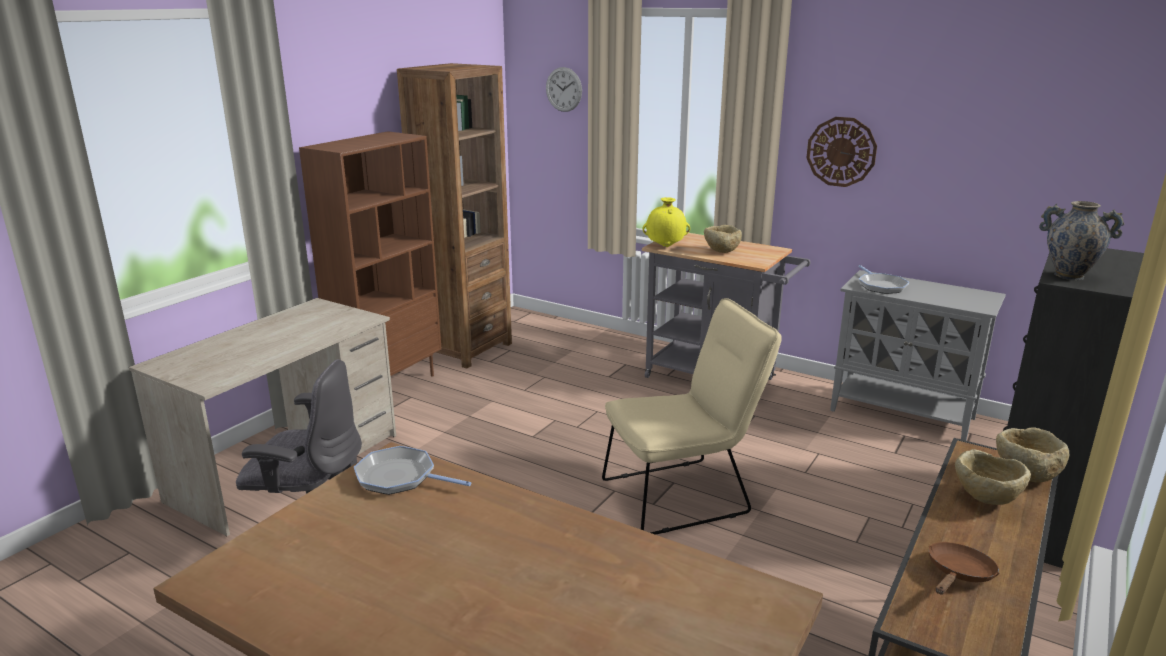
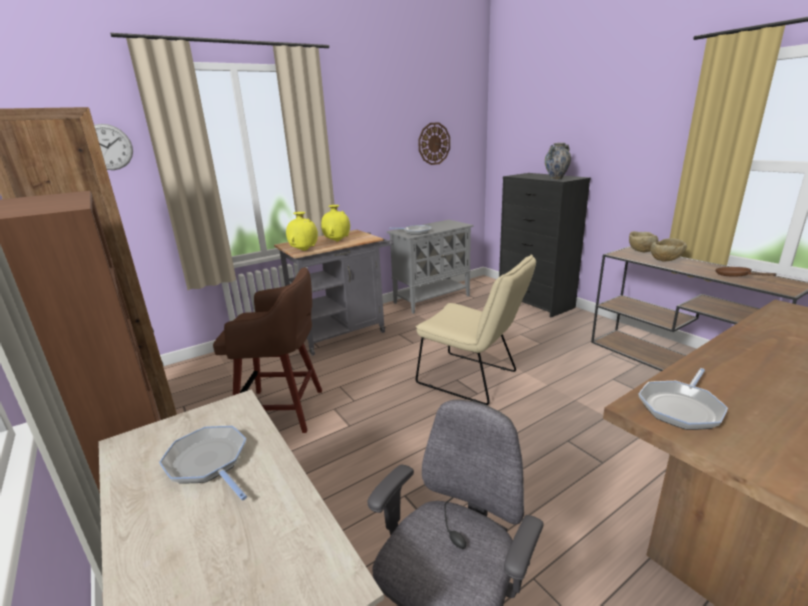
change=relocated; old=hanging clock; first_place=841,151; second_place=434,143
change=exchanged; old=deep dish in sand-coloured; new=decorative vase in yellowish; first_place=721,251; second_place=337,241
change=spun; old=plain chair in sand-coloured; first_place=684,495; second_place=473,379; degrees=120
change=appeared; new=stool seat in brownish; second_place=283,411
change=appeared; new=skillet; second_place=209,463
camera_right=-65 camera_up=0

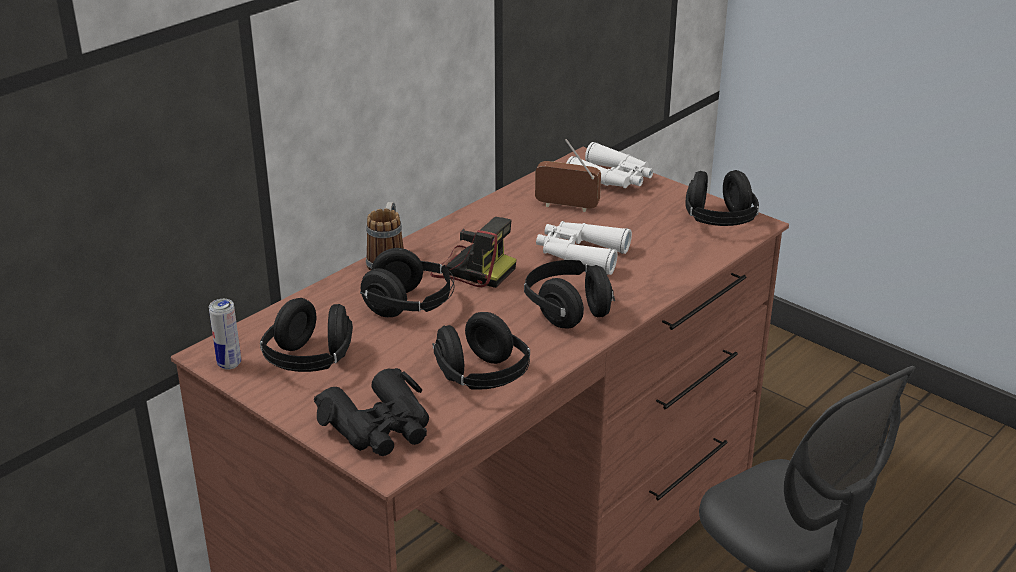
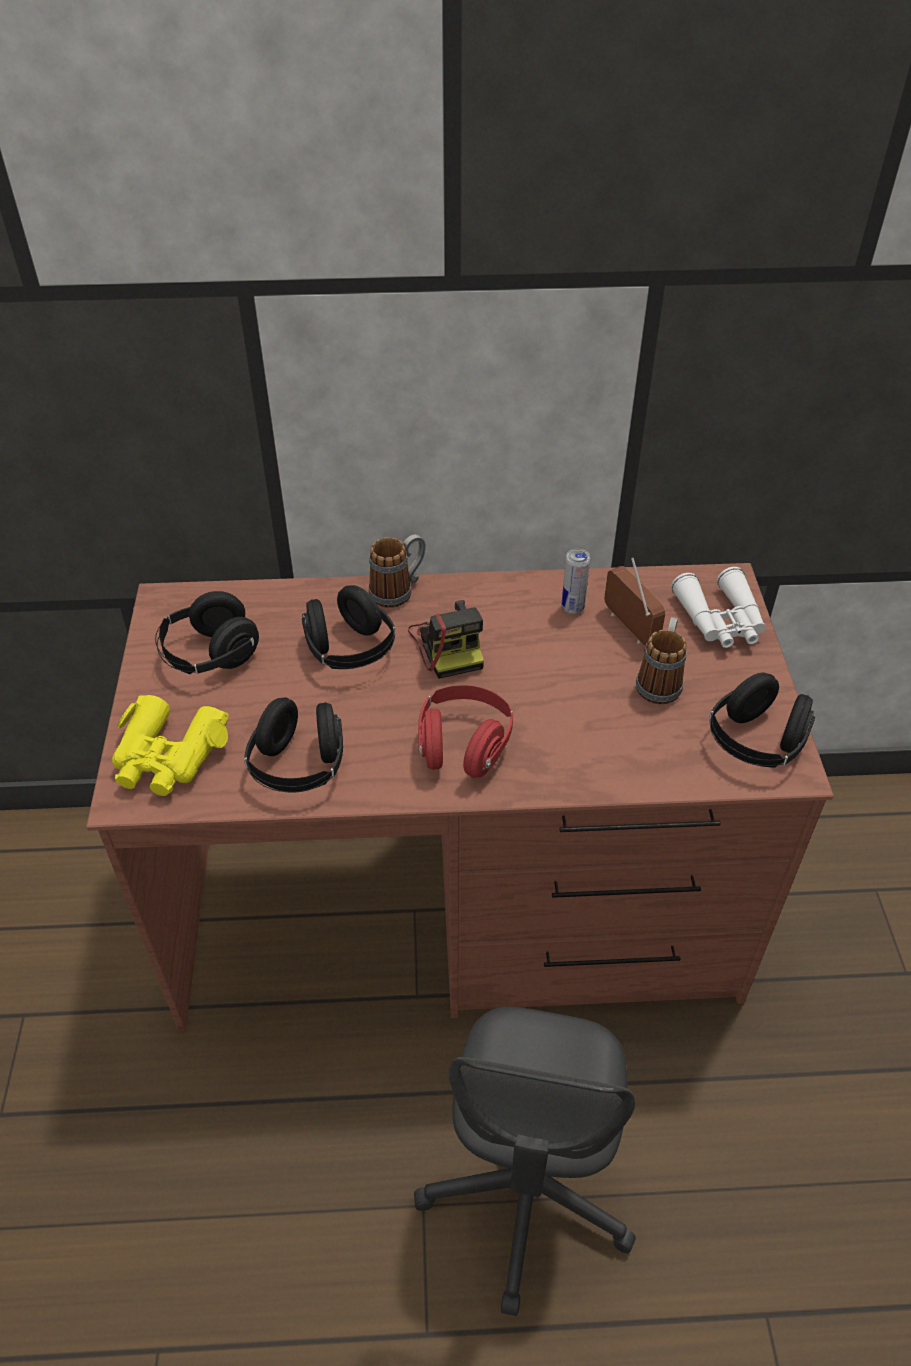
change=missing; old=binoculars in white; first_place=580,254
change=colour; old=headphones in black-coloured; new=headphones in red-coloured; first_place=567,310; second_place=464,746
change=relocated; old=can; first_place=229,364; second_place=572,608
change=colour; old=binoculars in black-coloured; new=binoculars in yellowish; first_place=379,427; second_place=167,756
change=appeared; new=mug; second_place=660,681
camera_right=45 camera_up=15

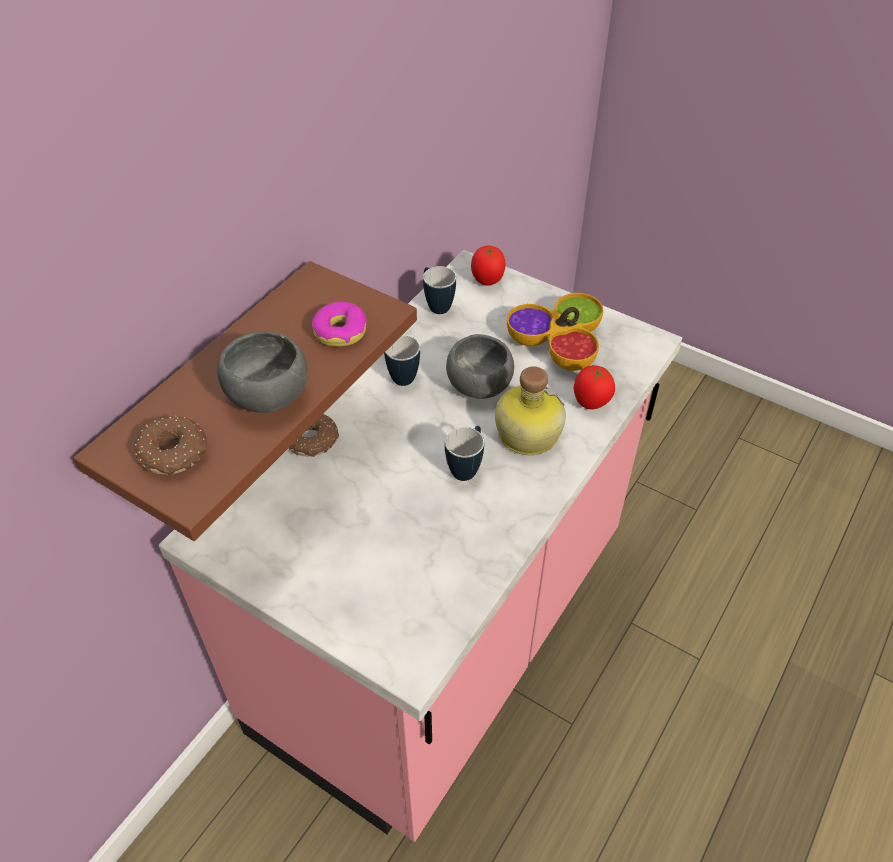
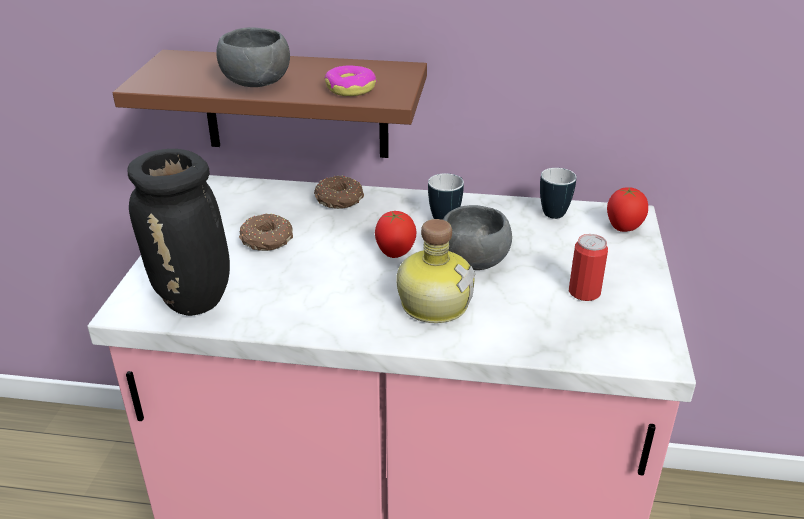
change=exchanged; old=deep dish; new=can; first_place=559,342; second_place=584,292
change=relocated; old=fresh tomato; first_place=590,403; second_place=395,254
change=relocated; old=donut; first_place=175,453; second_place=266,240
change=missing; old=mug; first_place=467,467
change=appeared; new=decorative vase in black-coloured; second_place=194,301
camera_right=65 camera_up=-15

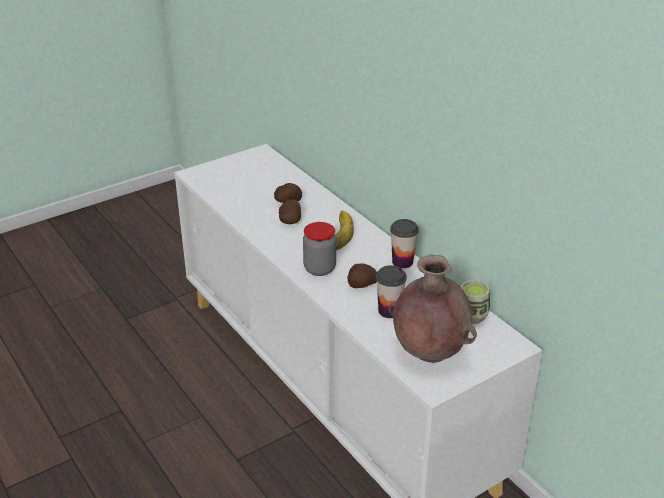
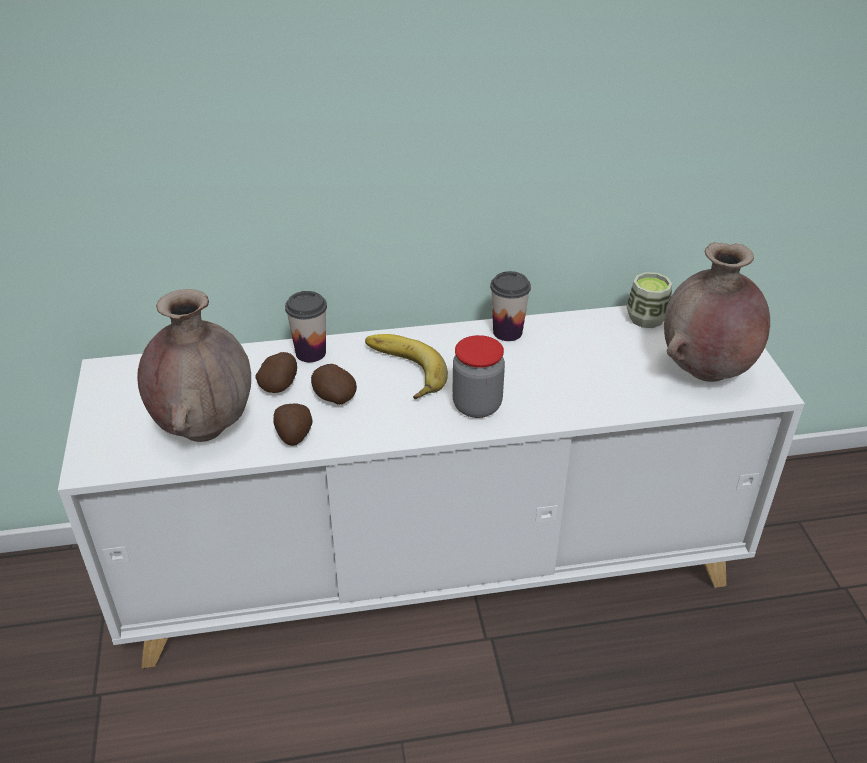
change=relocated; old=spud; first_place=361,285; second_place=293,436
change=relocated; old=cup; first_place=389,311; second_place=310,353
change=appeared; new=decorative vase in brownish; second_place=205,427
camera_right=-65 camera_up=5

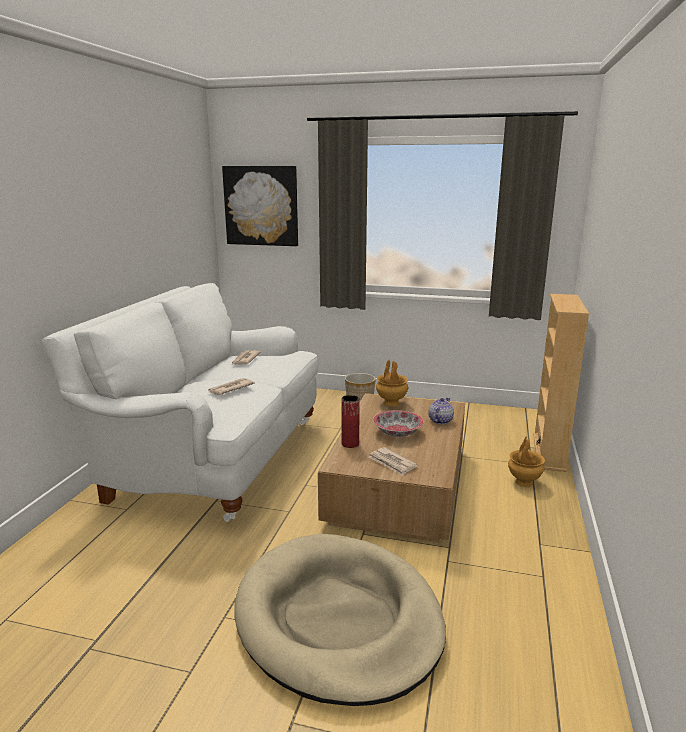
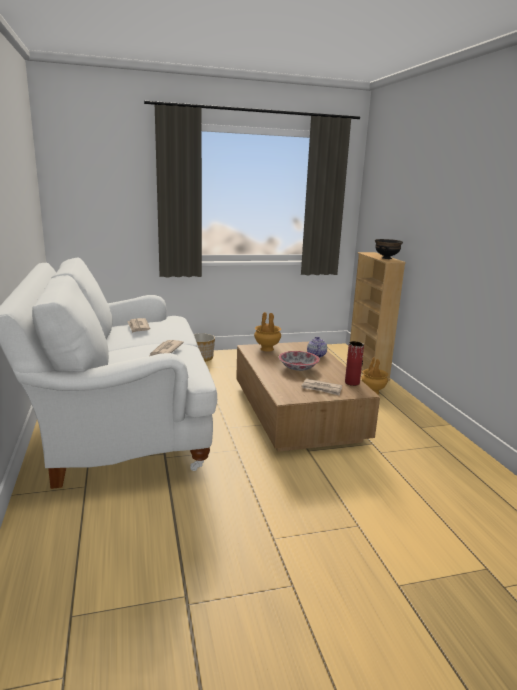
change=missing; old=wall picture; first_place=261,206
change=relocated; old=decorative vase in red-coloured; first_place=350,444; second_place=352,382
change=missing; old=dog bed in sand-coloured; first_place=338,619
change=appeared; new=deep dish in black-coloured; second_place=386,258
camera_right=-30 camera_up=0

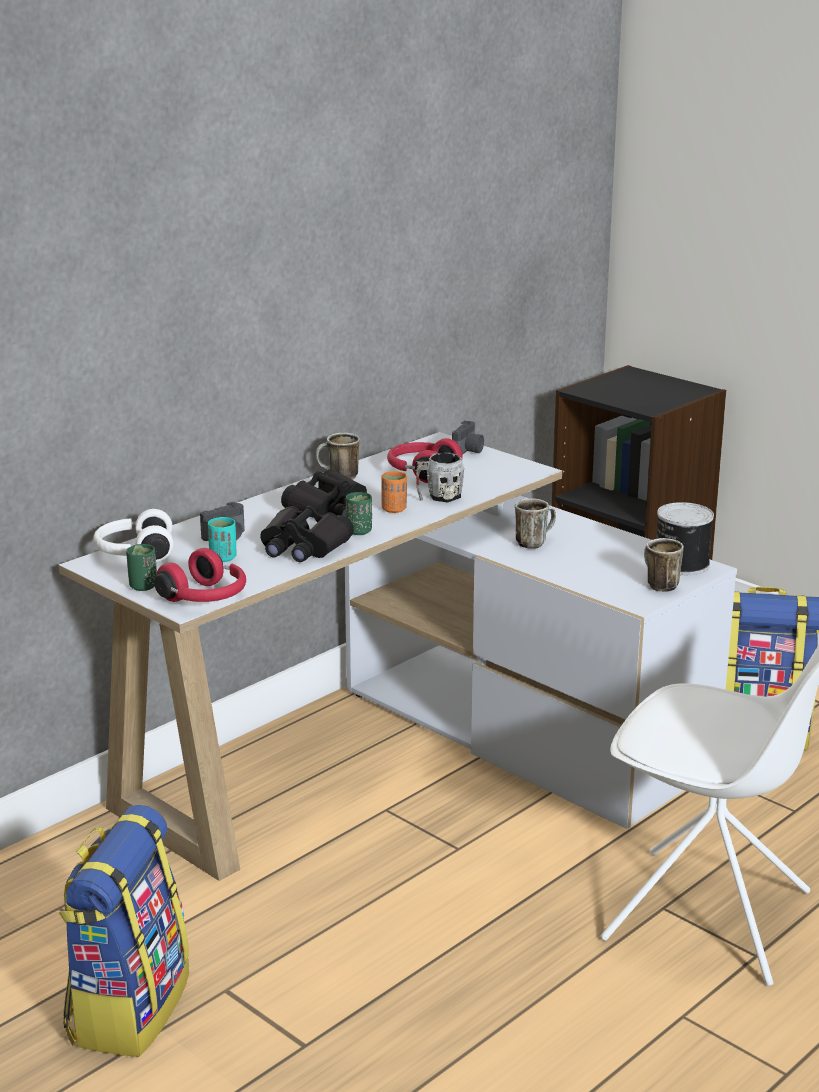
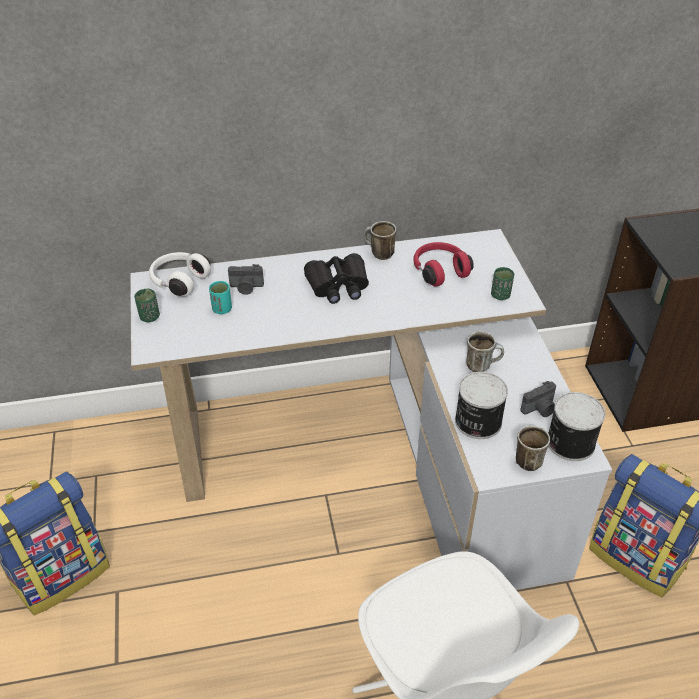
change=relocated; old=still camera; first_place=468,451; second_place=540,409
change=missing; old=mug in gray; first_place=439,497
change=missing; old=cup in orange; first_place=394,509
change=relocated; old=cup in greenish; first_place=359,531; second_place=500,295
change=missing; old=binoculars in black-coloured; first_place=303,547
change=missing; old=headphones in red-coloured; first_place=205,598
change=appeared; new=can; second_place=477,422
camera_right=35 camera_up=20

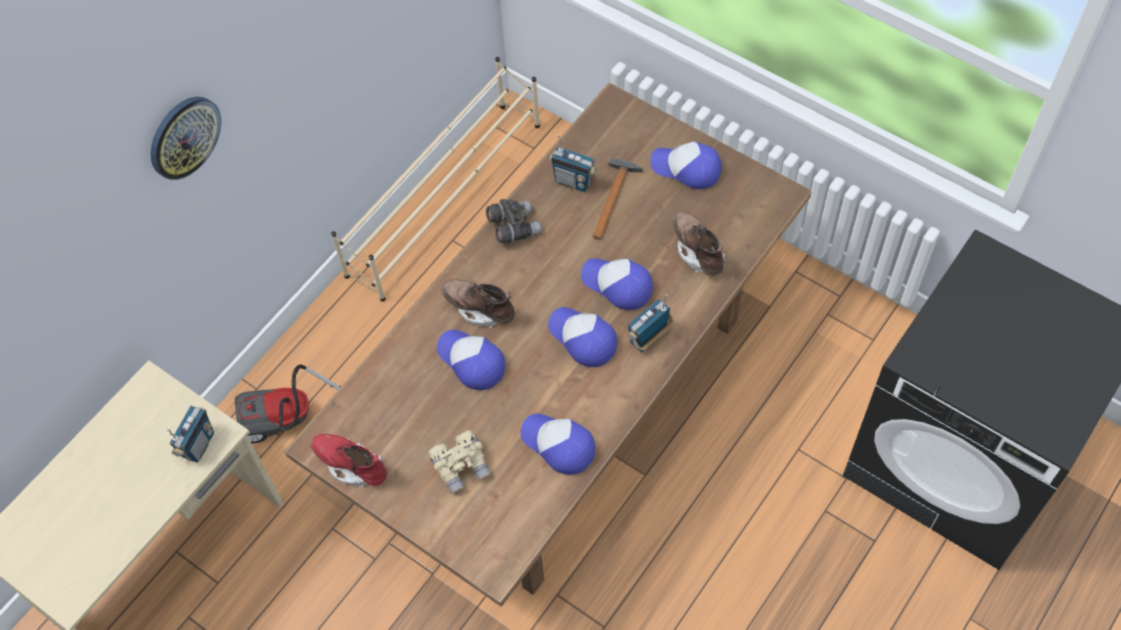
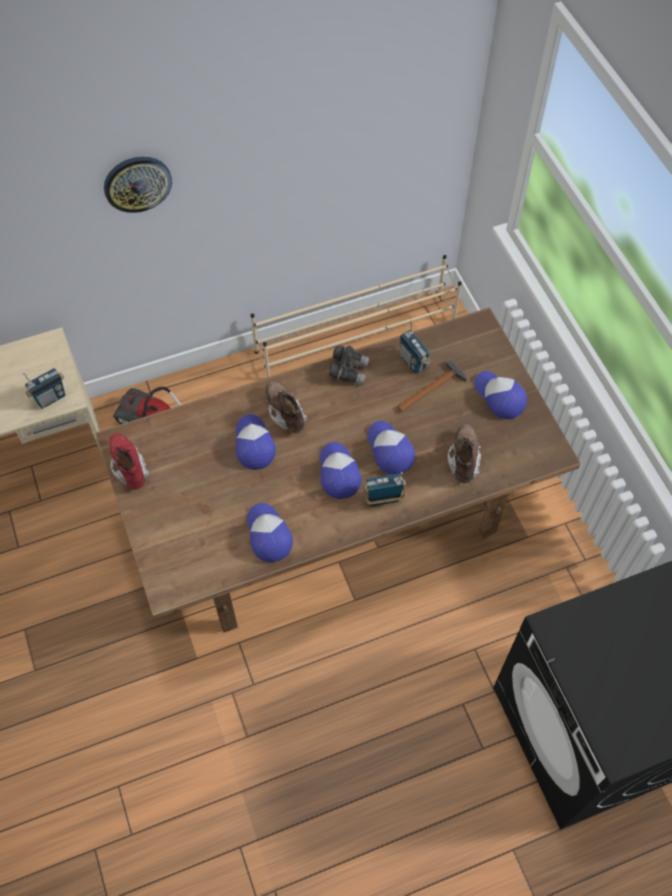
change=missing; old=binoculars in sand-coloured; first_place=462,466
camera_right=30 camera_up=0

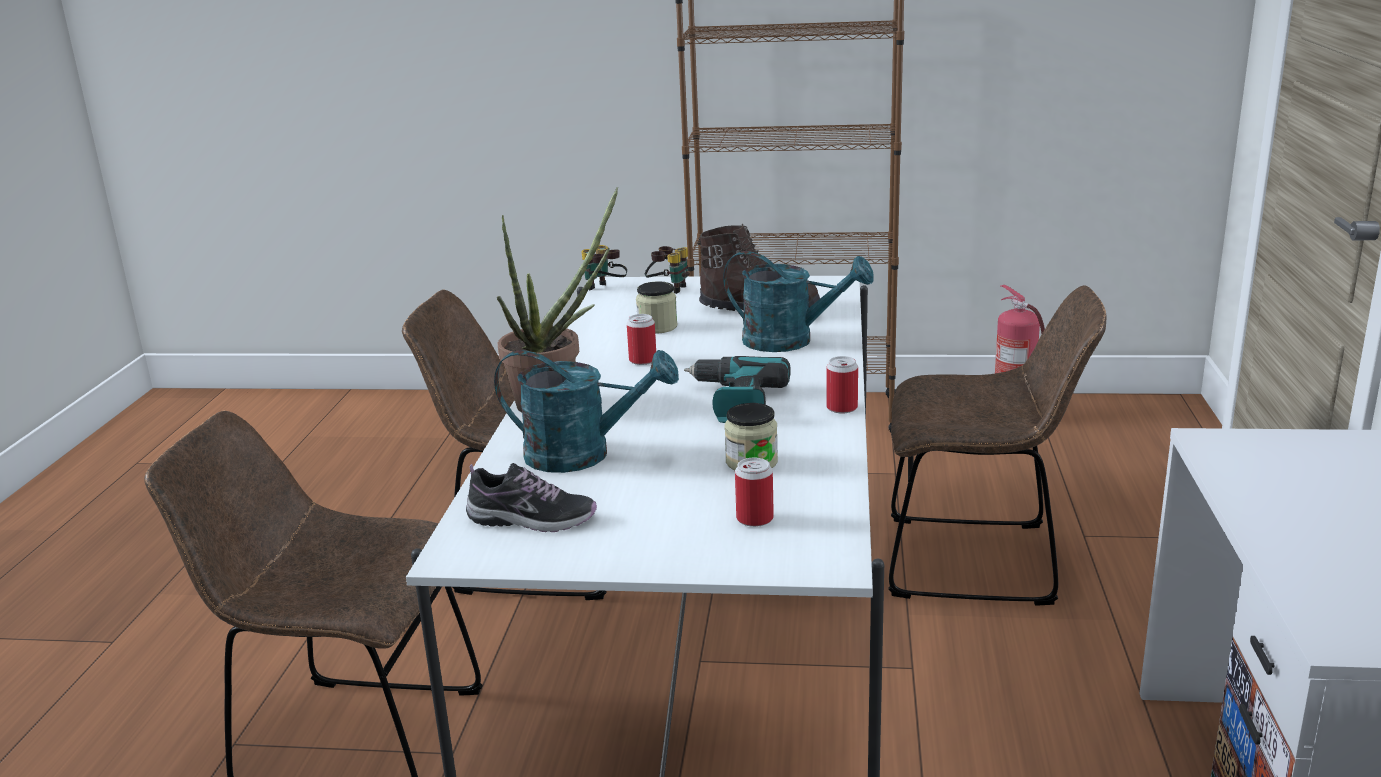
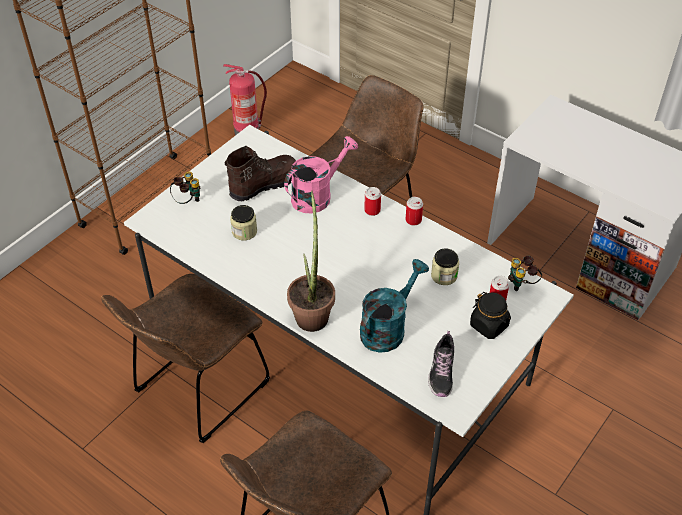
change=relocated; old=binoculars; first_place=604,290; second_place=522,284
change=colour; old=sprinkling can in turquoise-coloured; new=sprinkling can in pink; first_place=790,341; second_place=317,195
change=relocated; old=can; first_place=642,360; second_place=372,210
change=missing; old=power drill; first_place=735,402
change=spun; old=item of footwear; first_place=531,519; second_place=442,372; degrees=150
change=appeared; new=preserve jar in black-coloured; second_place=489,325
camera_right=-60 camera_up=25

